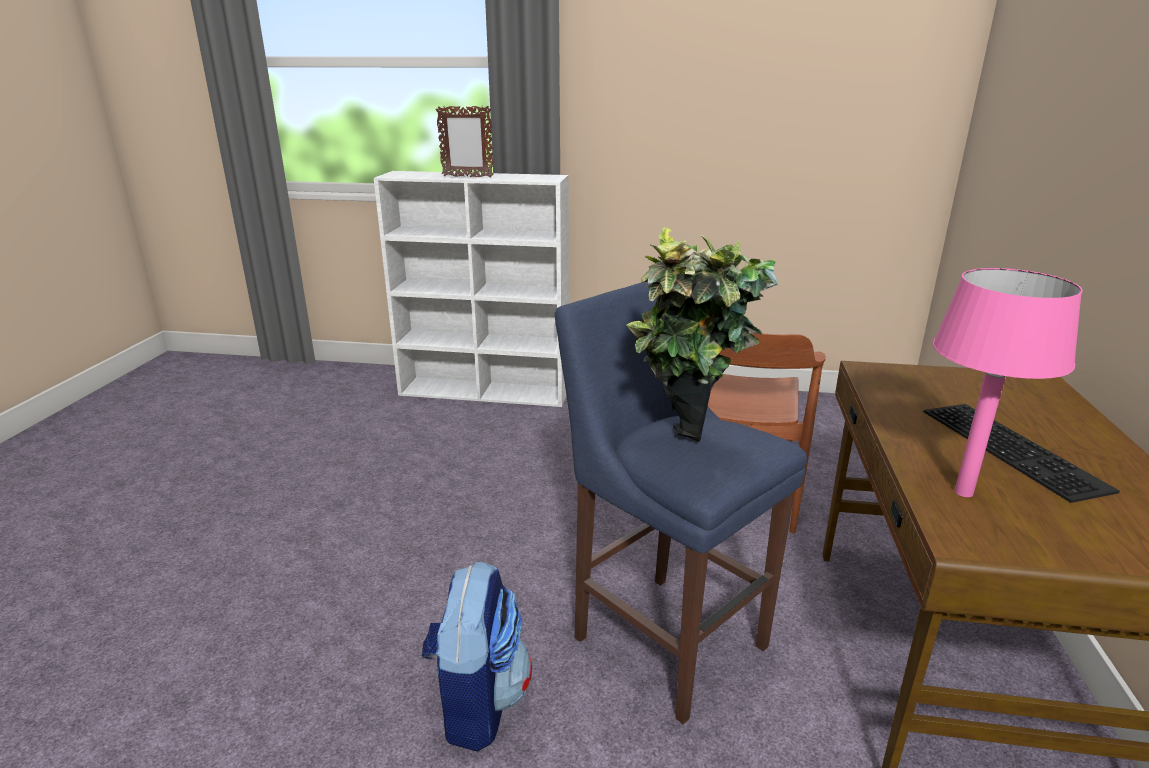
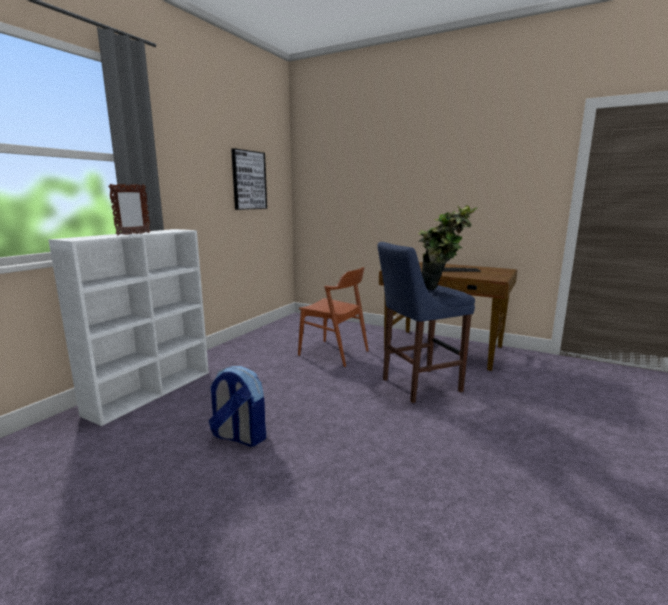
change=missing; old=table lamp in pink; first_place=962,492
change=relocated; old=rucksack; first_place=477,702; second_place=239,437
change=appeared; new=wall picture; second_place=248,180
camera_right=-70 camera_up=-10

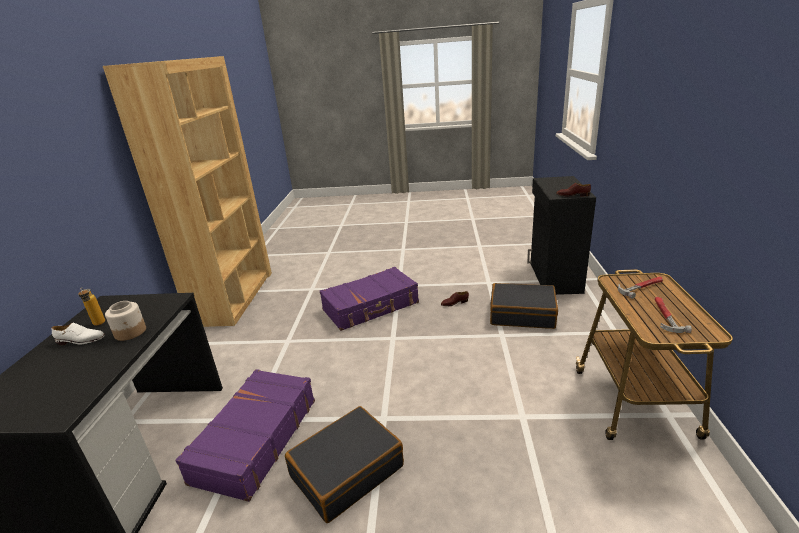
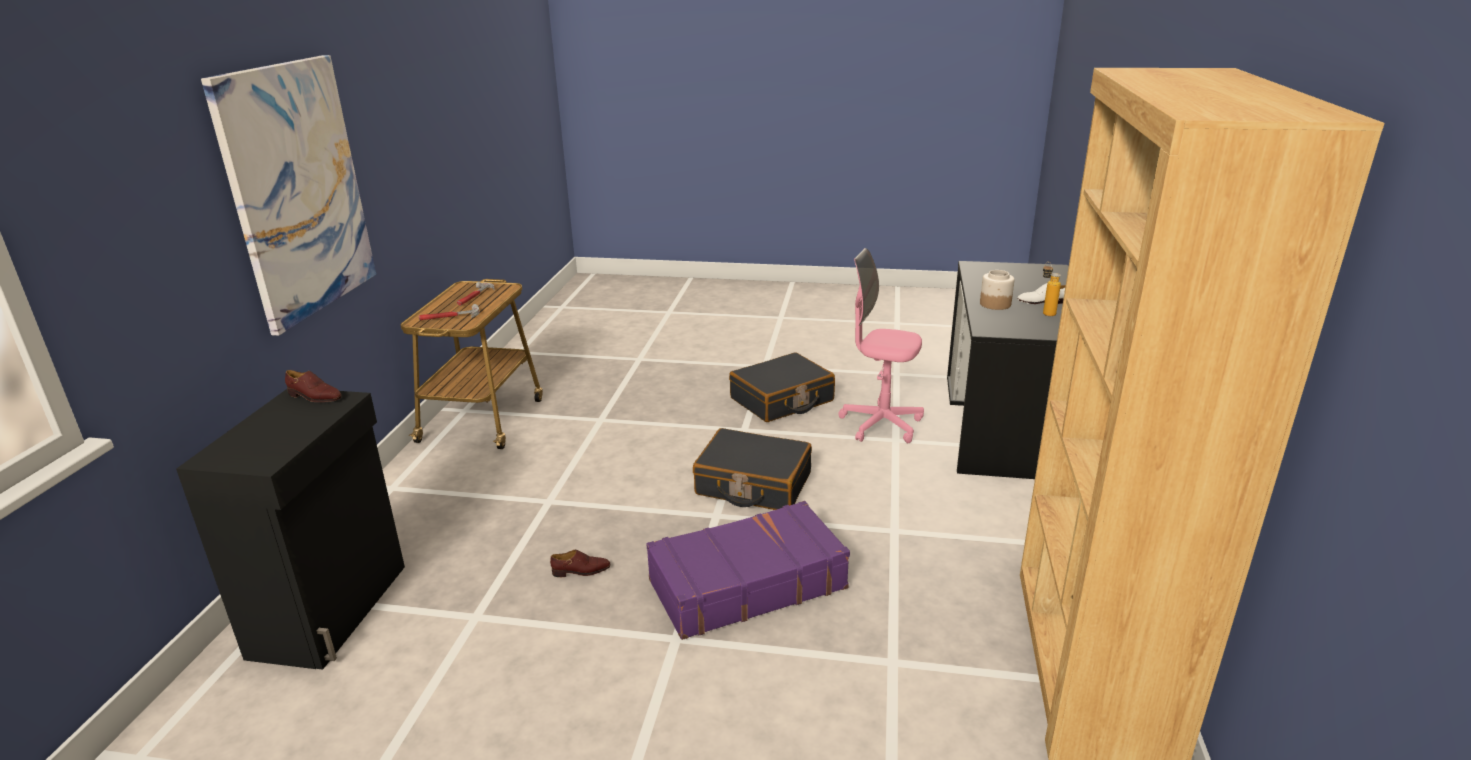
change=relocated; old=piece of luggage in black-coloured; first_place=522,314; second_place=753,484
change=exchanged; old=piece of luggage in purple; new=desk chair in pink; first_place=255,440; second_place=881,424
change=appeared; new=wall picture; second_place=297,191
camera_right=-175 camera_up=0

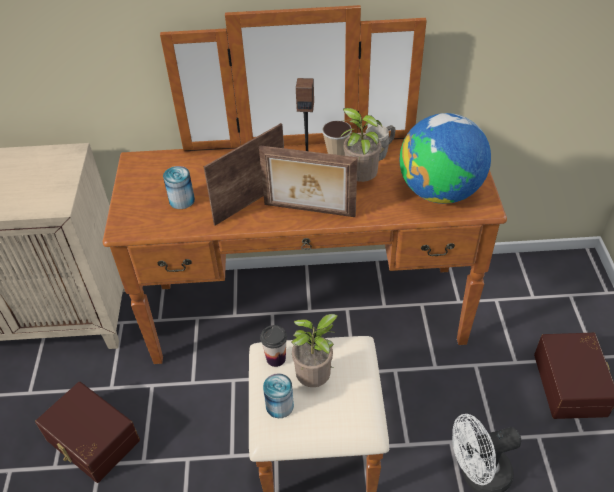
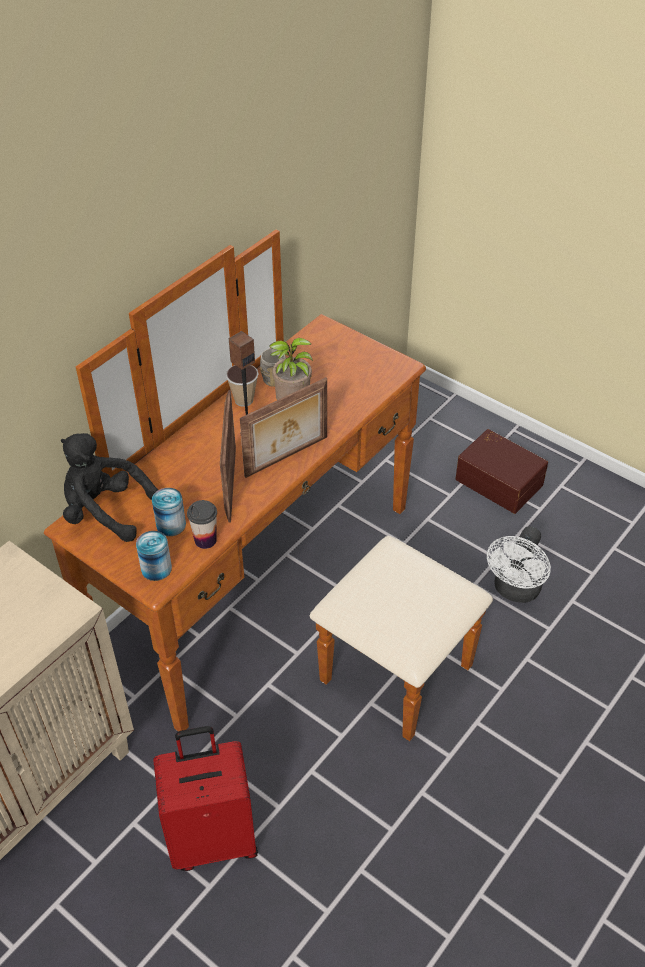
change=missing; old=desk globe; first_place=440,192
change=missing; old=potted plant; first_place=316,379
change=relocated; old=cup; first_place=276,358; second_place=205,540
change=relocated; old=can; first_place=279,405; second_place=156,568
change=exchanged; old=storage container in brownish; new=piece of luggage in red-coloured; first_place=91,441; second_place=213,838
change=appeared; new=cuddly toy in black-coloured; second_place=105,512
camera_right=-50 camera_up=0

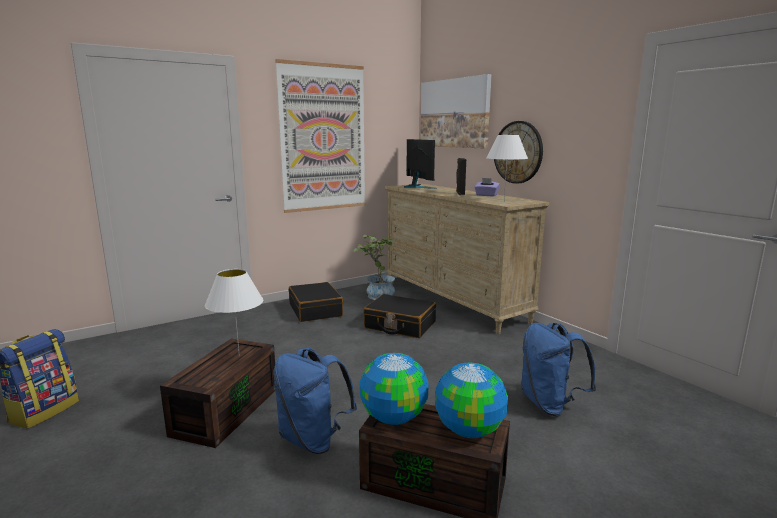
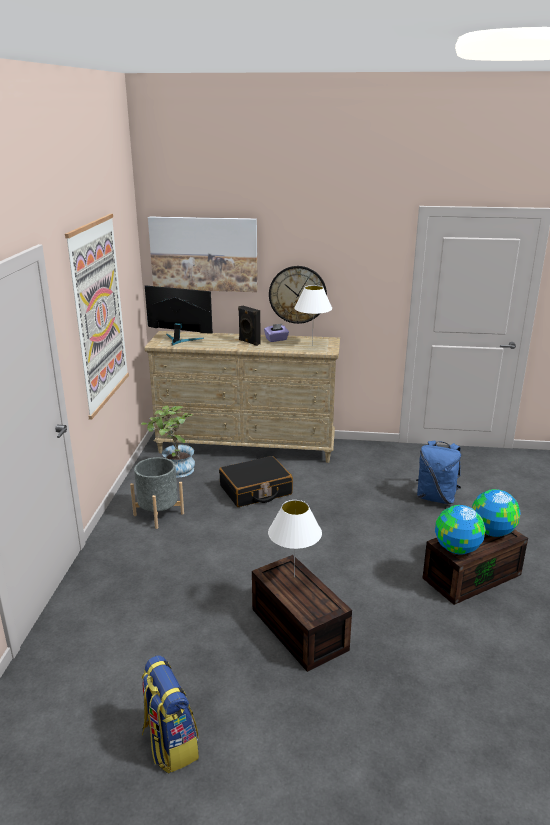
change=exchanged; old=piece of luggage in black-coloured; new=flower pot in gray; first_place=316,310; second_place=158,514
change=missing; old=rucksack in bluish; first_place=313,439
camera_right=-50 camera_up=10

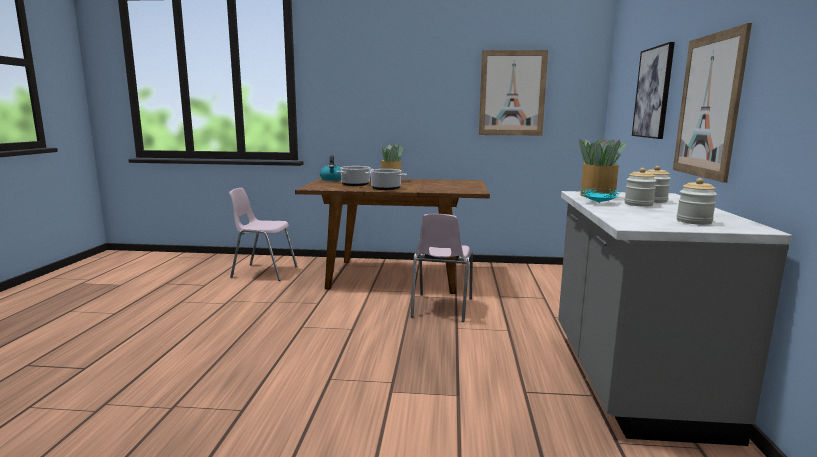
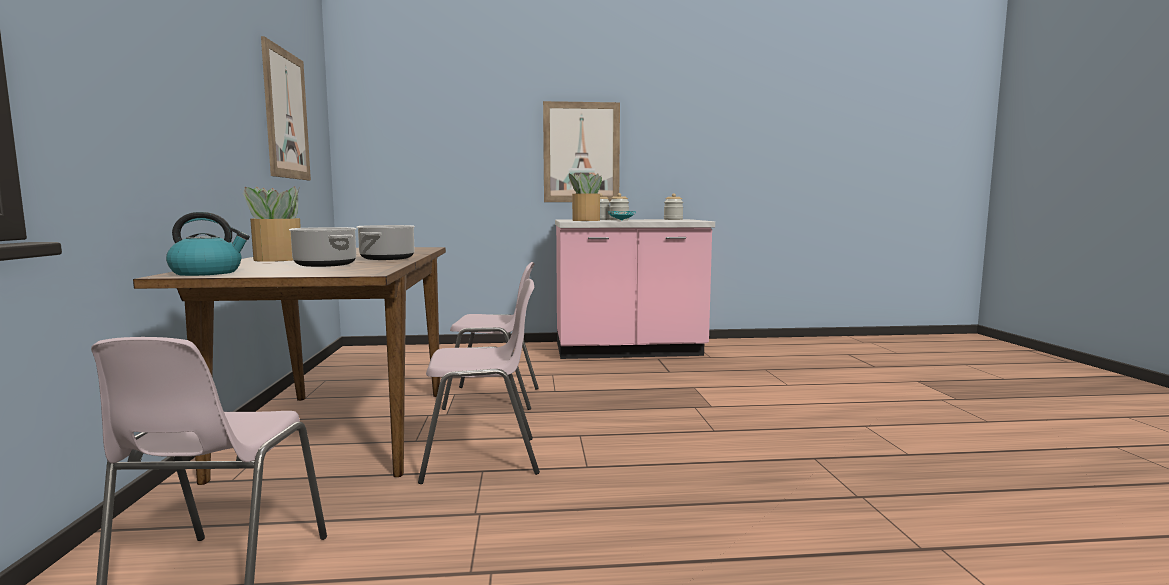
change=missing; old=wall picture; first_place=653,93
change=colour; old=kitchen counter in gray; new=kitchen counter in pink; first_place=630,380; second_place=628,350
change=appeared; new=plain chair in pink; second_place=482,459
camera_right=-100 camera_up=-5

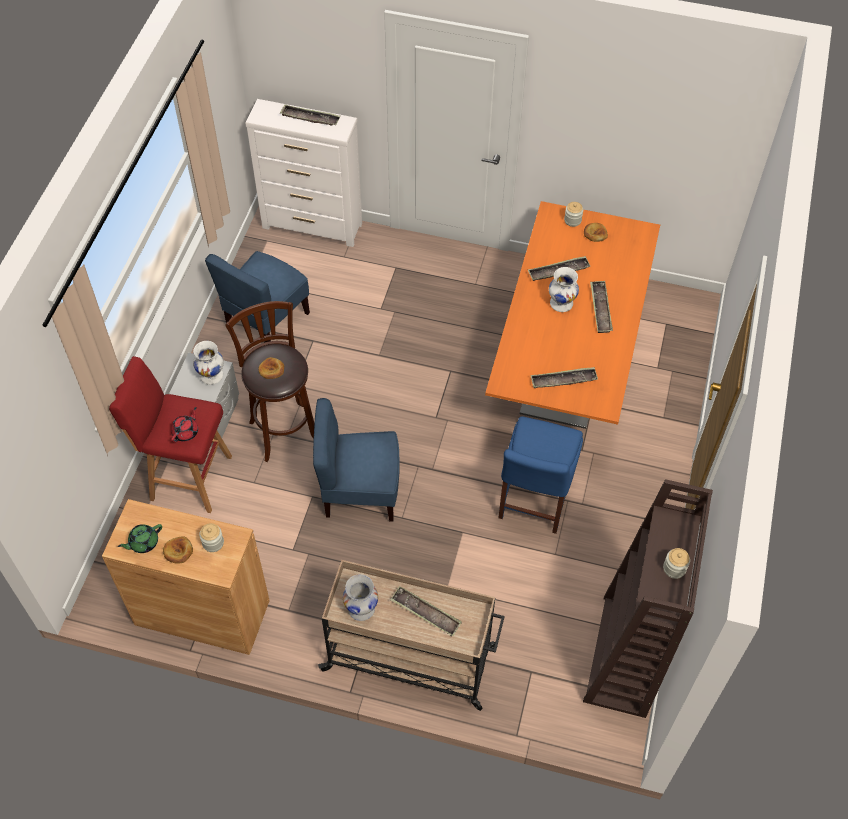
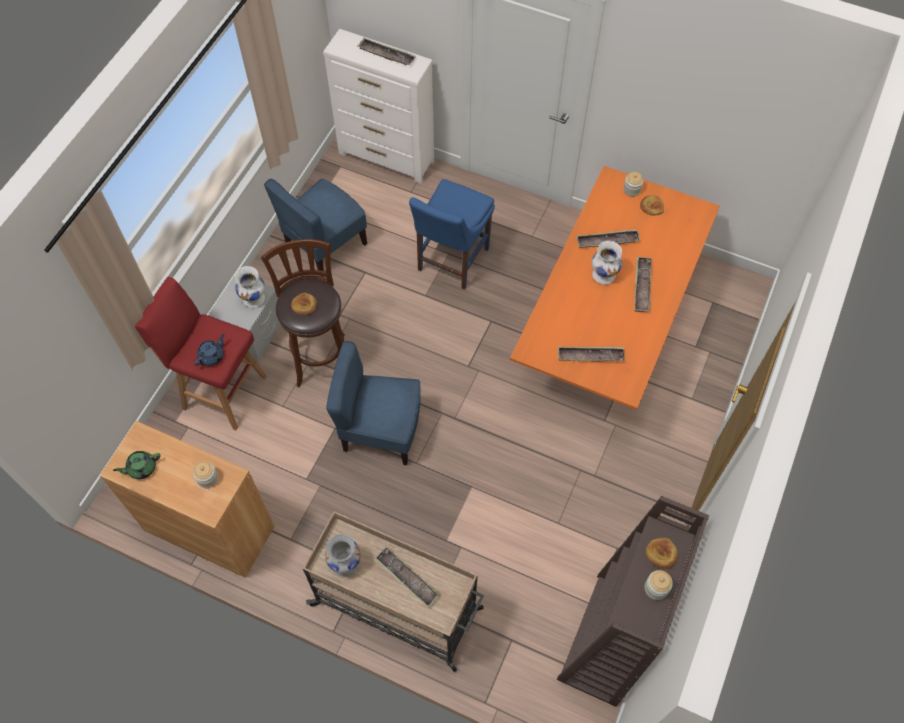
change=colour; old=tea pot in red-coloured; new=tea pot in bluish; first_place=186,432; second_place=212,356
change=relocated; old=plain chair in bluish; first_place=533,503; second_place=451,262
change=relocated; old=bakery bread; first_place=178,551; second_place=661,554
camera_right=10 camera_up=5

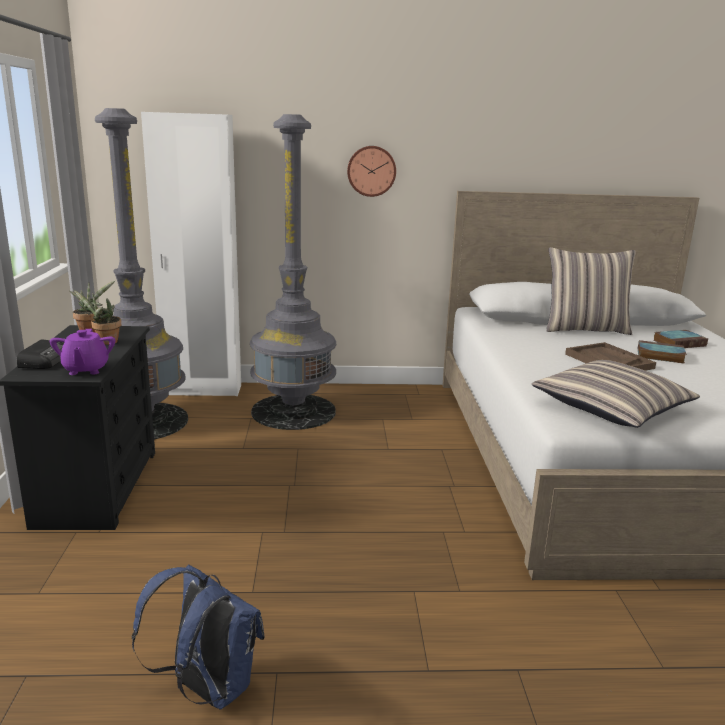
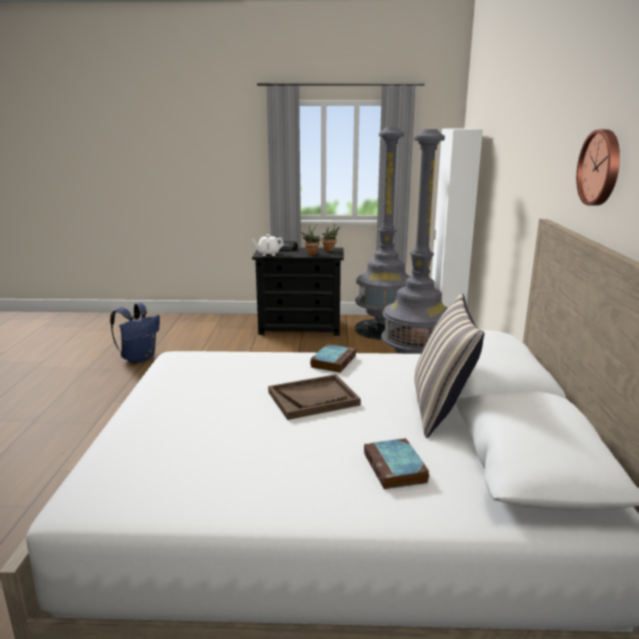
change=relocated; old=hanging clock; first_place=371,171; second_place=601,168
change=colour; old=tea pot in purple; new=tea pot in white; first_place=85,370; second_place=268,254
change=relocated; old=bound book; first_place=659,355; second_place=333,361
change=missing; old=throw pillow; first_place=611,407
camera_right=95 camera_up=0

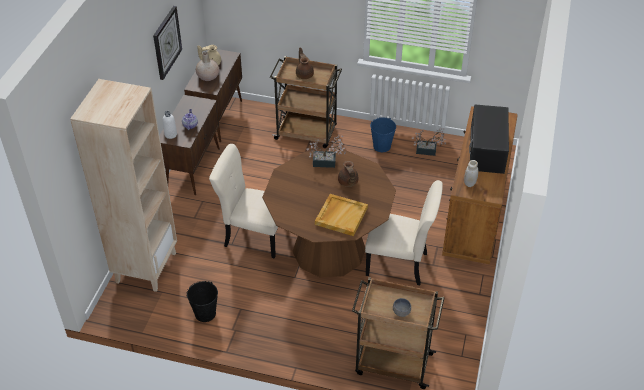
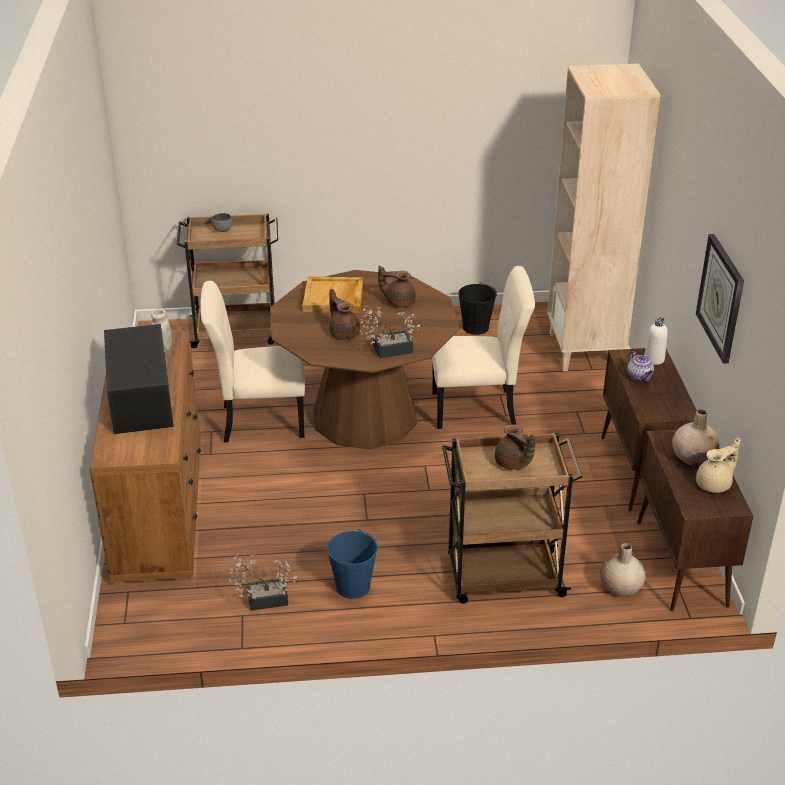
change=appeared; new=tea pot in brownish; second_place=398,302
change=appeared; new=decorative vase in sand-coloured; second_place=620,587
camera_right=160 camera_up=-10

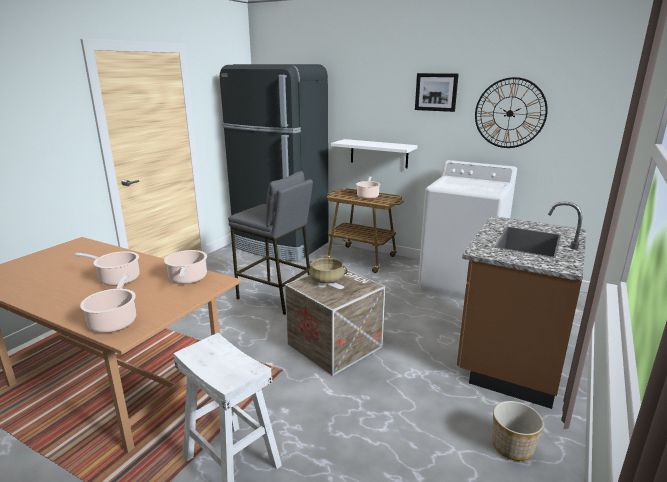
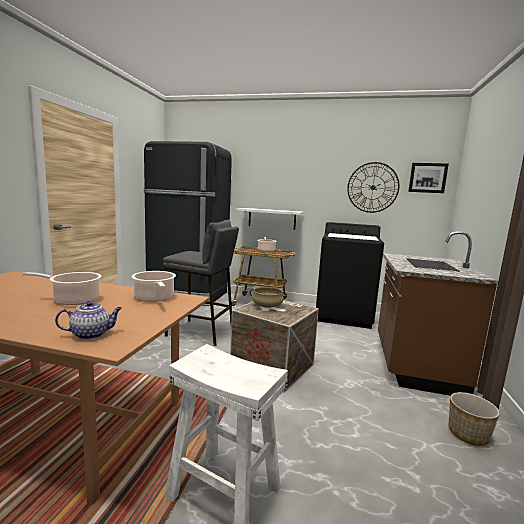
change=relocated; old=wall picture; first_place=436,92; second_place=427,178
change=colour; old=laundry machine in white; new=laundry machine in black-coloured; first_place=461,283; second_place=344,315
change=exchanged; old=saucepot; new=tea pot; first_place=114,321; second_place=91,334
camera_right=-15 camera_up=-10

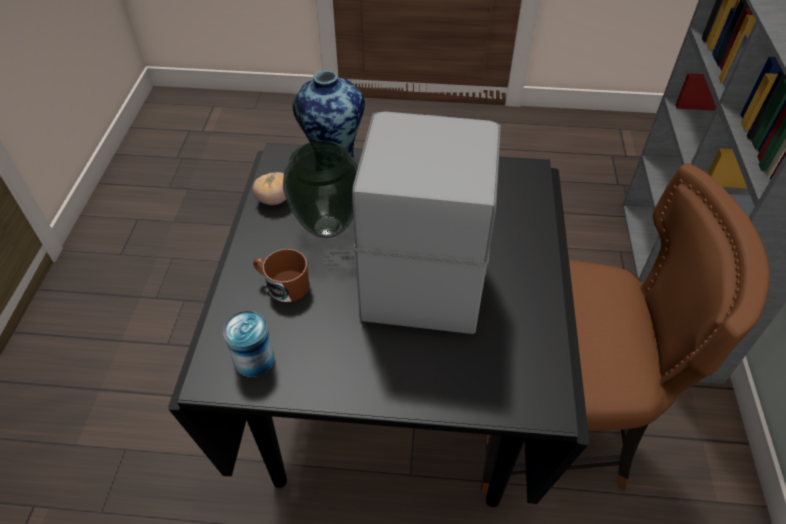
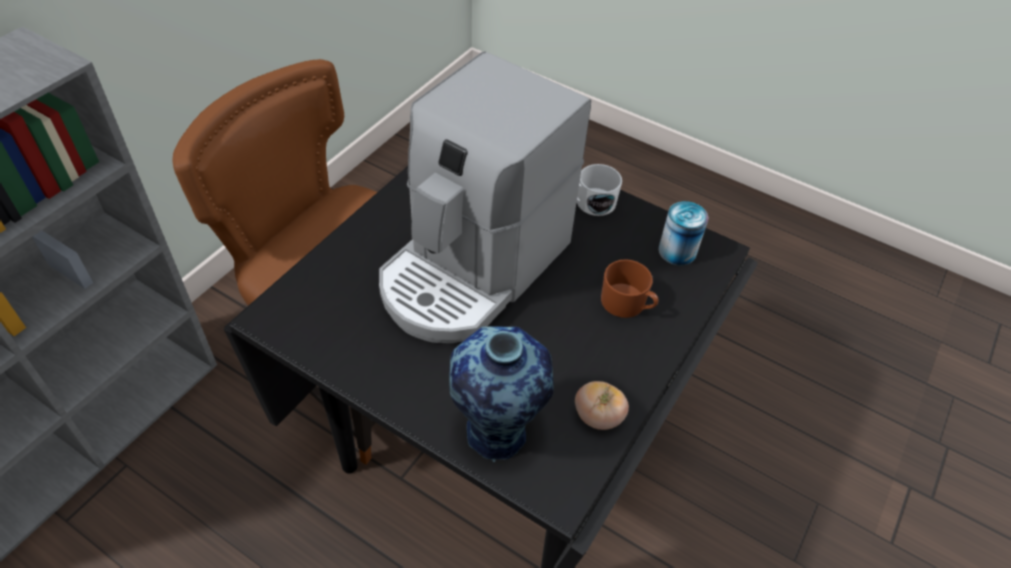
change=missing; old=decorative vase; first_place=327,226
change=appeared; new=mug in white; second_place=590,203
camera_right=-155 camera_up=0

